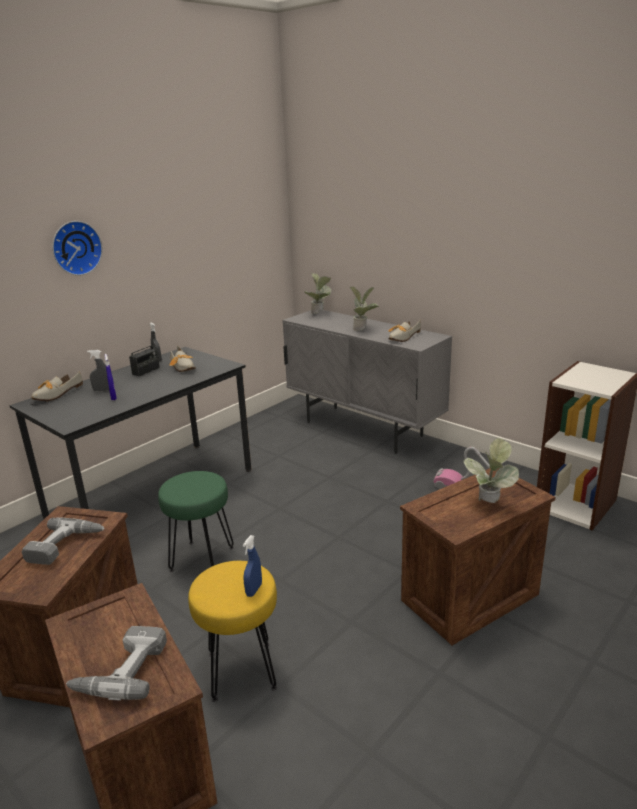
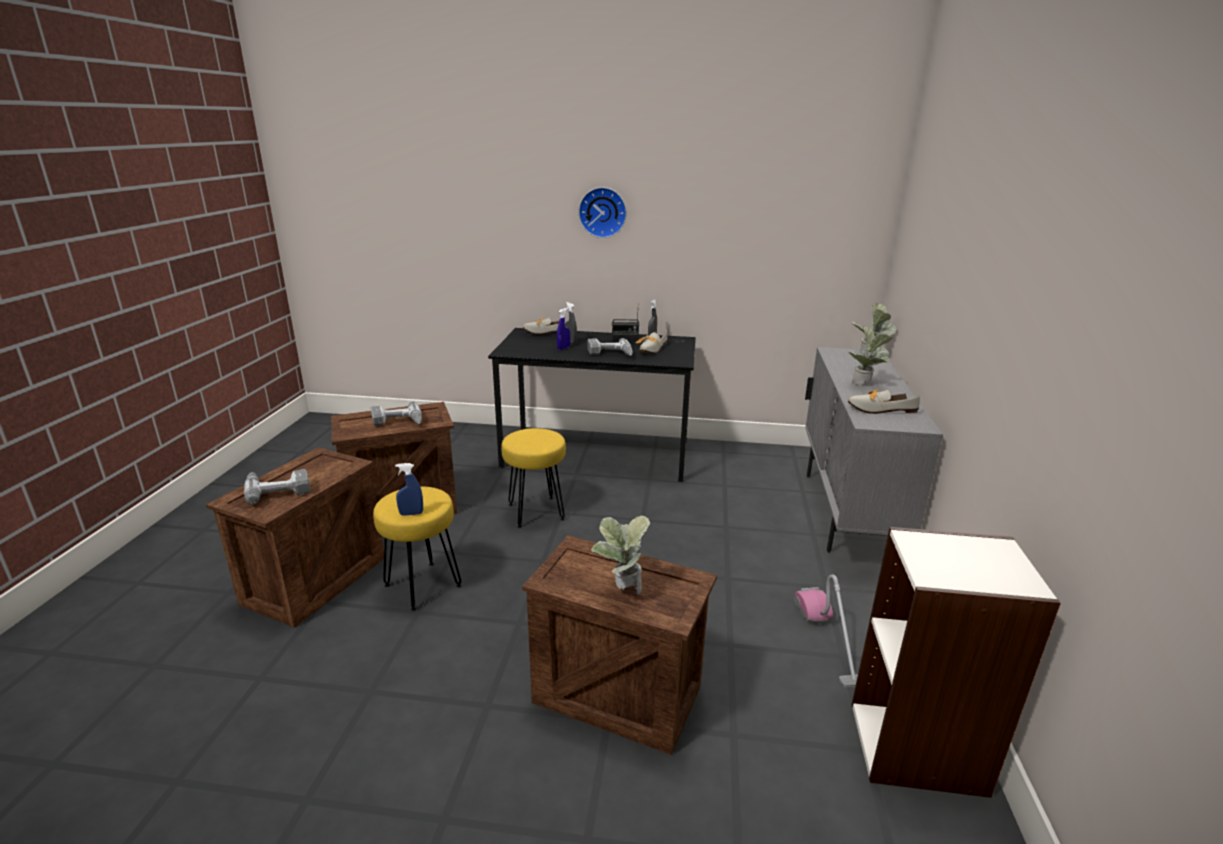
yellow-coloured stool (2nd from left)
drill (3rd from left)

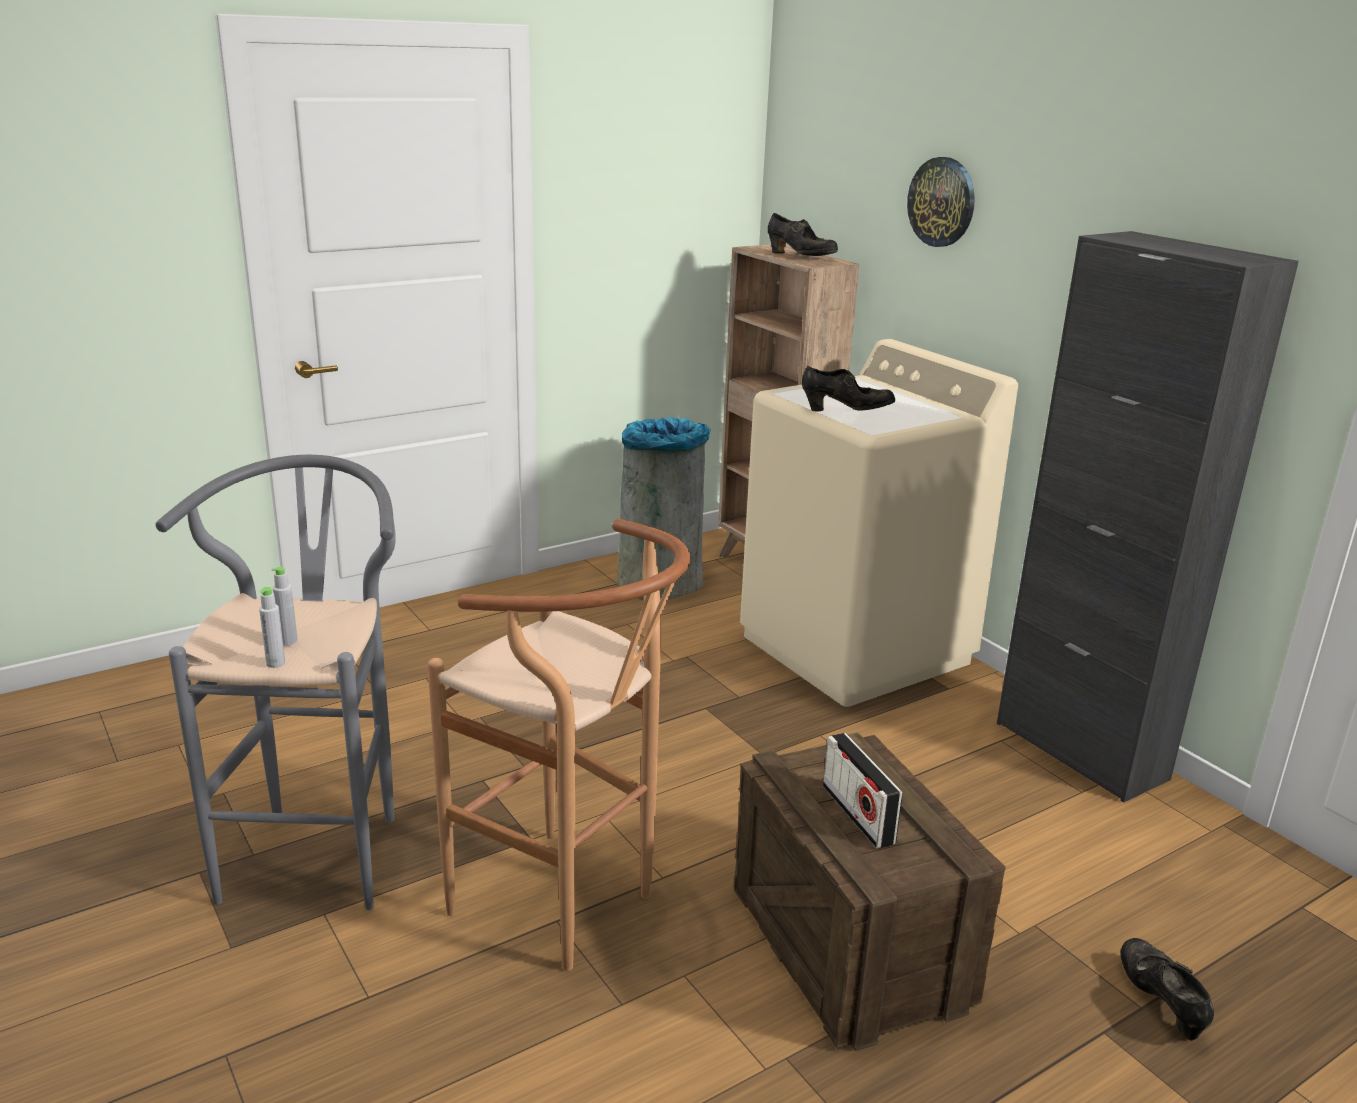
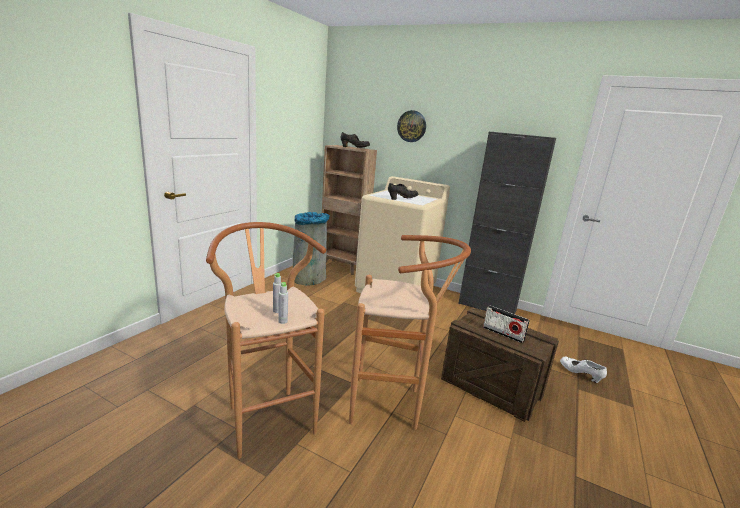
brownish stool (1st from left)
white low shoe

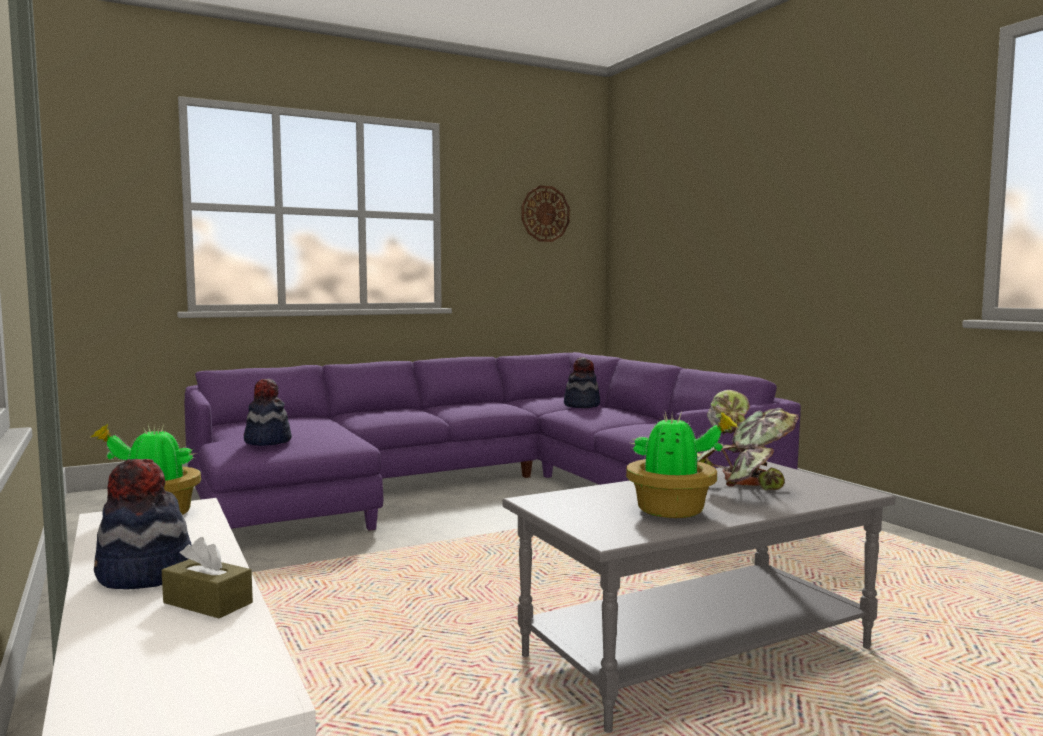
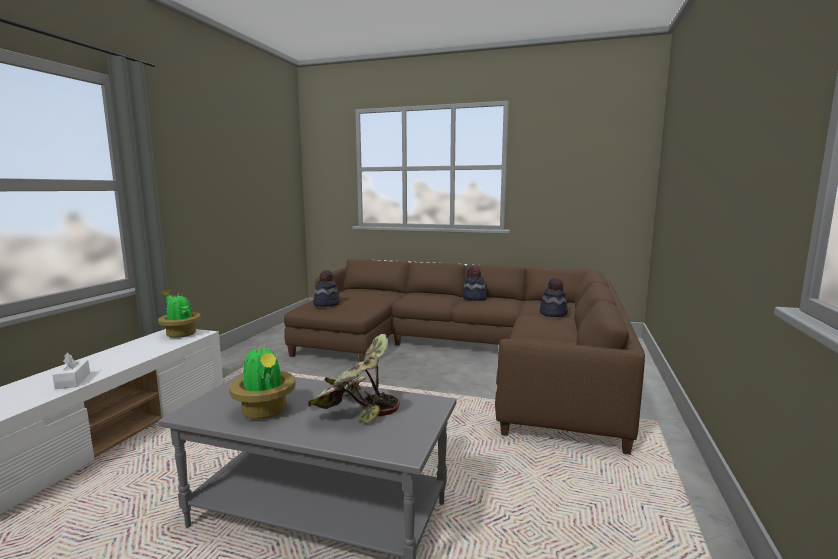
hanging clock
brownish settee
wearable hat (2nd from left)
white tissue holder

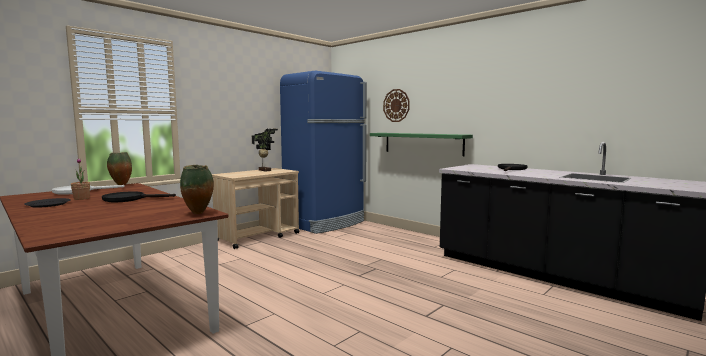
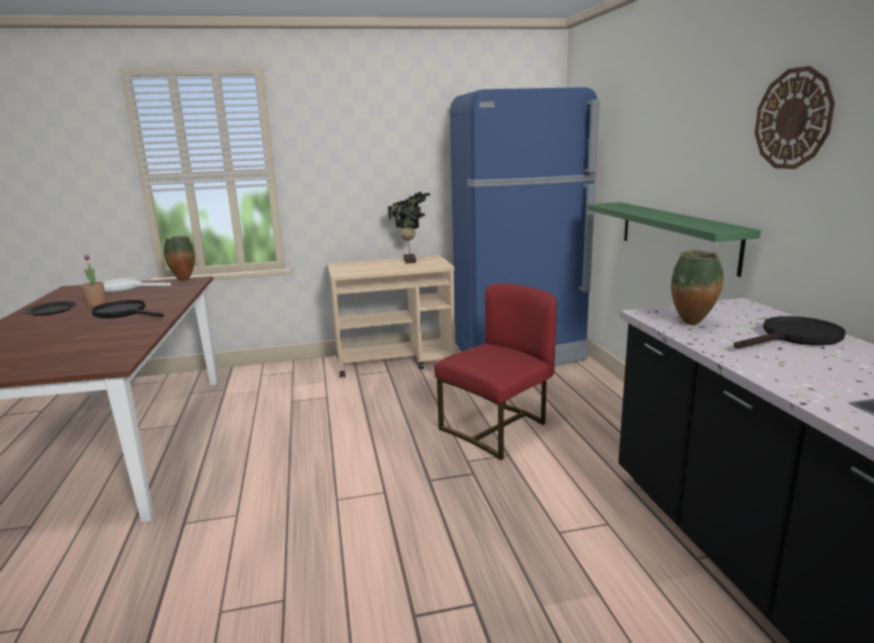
hanging clock
vase (2nd from left)
red-coloured upright chair

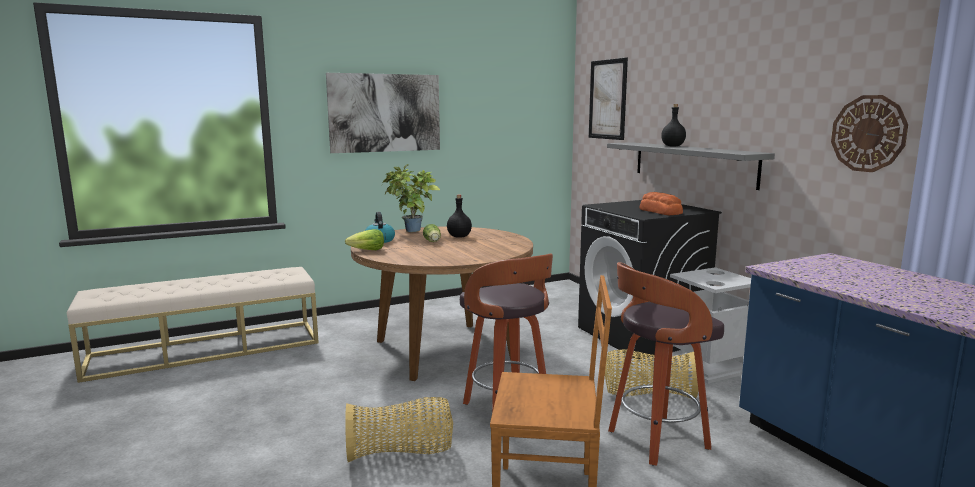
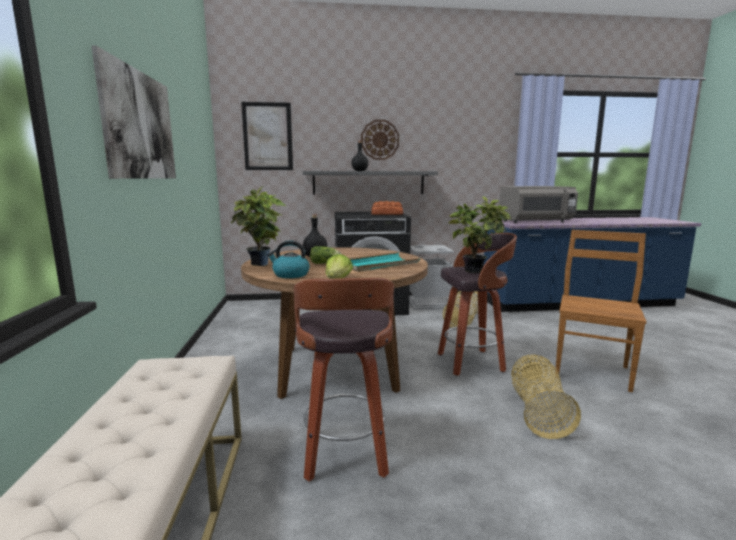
hanging clock
stool (1st from left)
greyish microwave
plant in a pot (2nd from left)
turquoise serving tray

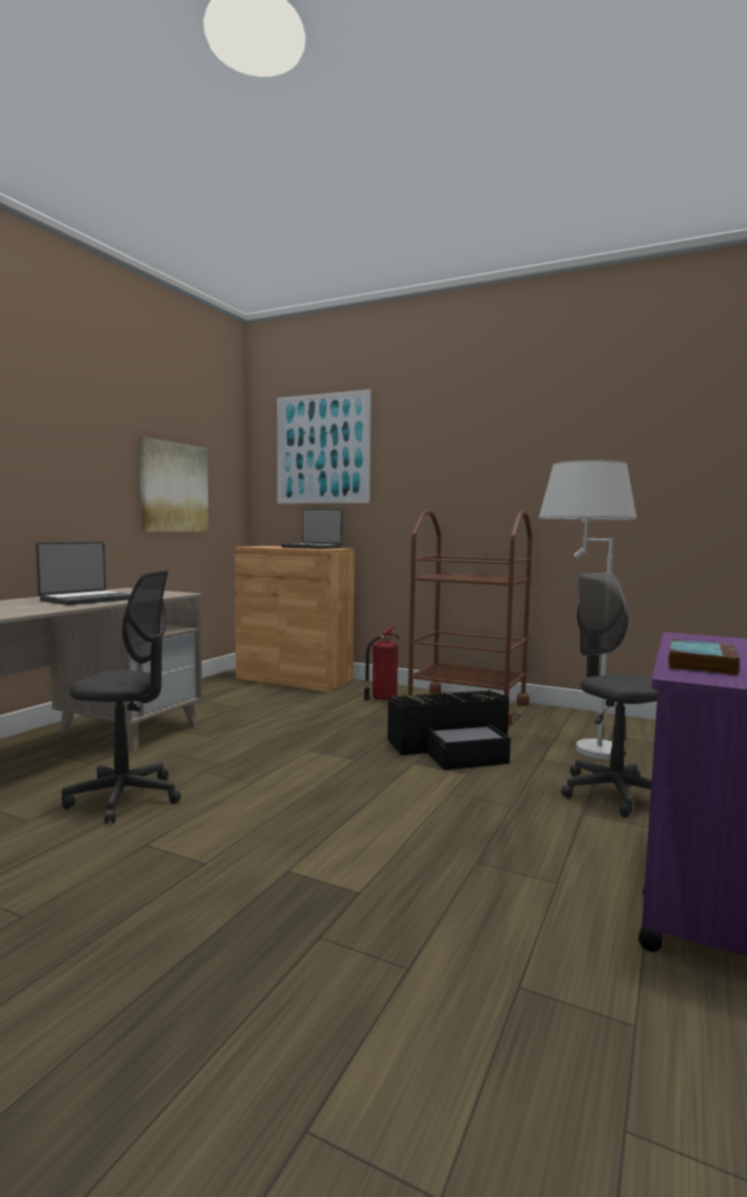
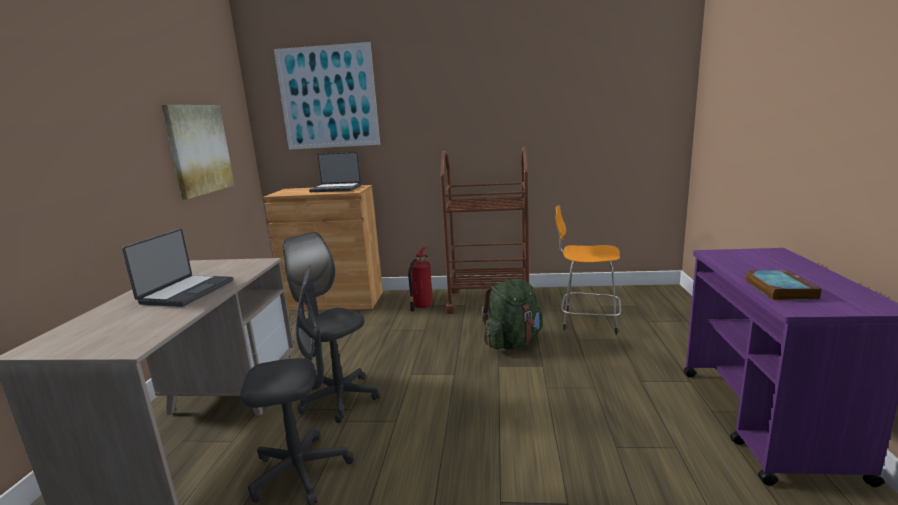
orange stool
greyish desk chair (2nd from left)
green-coloured backpack

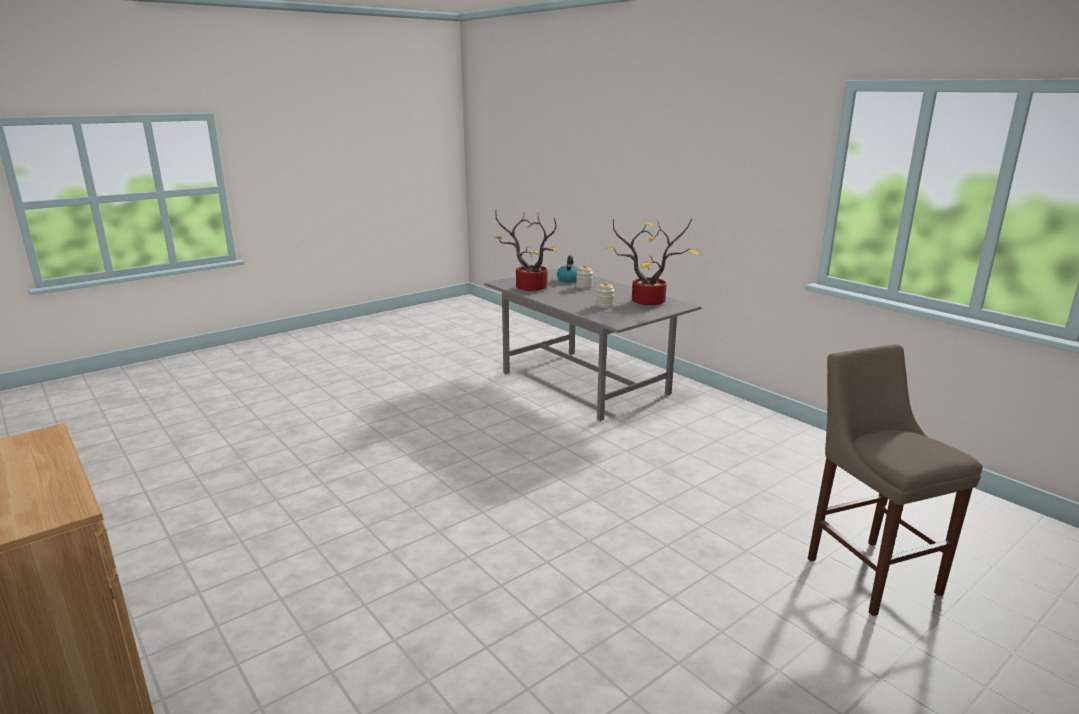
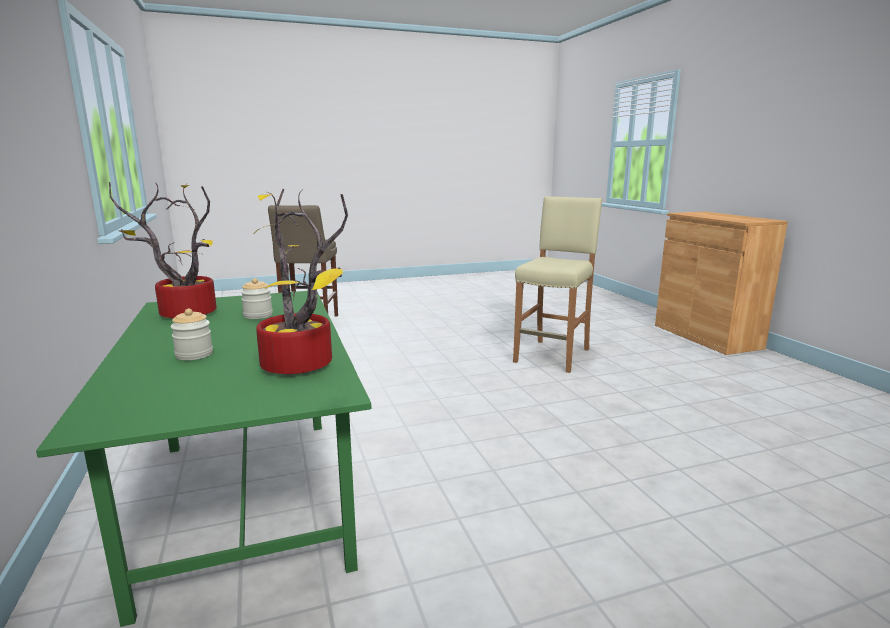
kettle
green-coloured dinner table
sand-coloured stool (2nd from left)

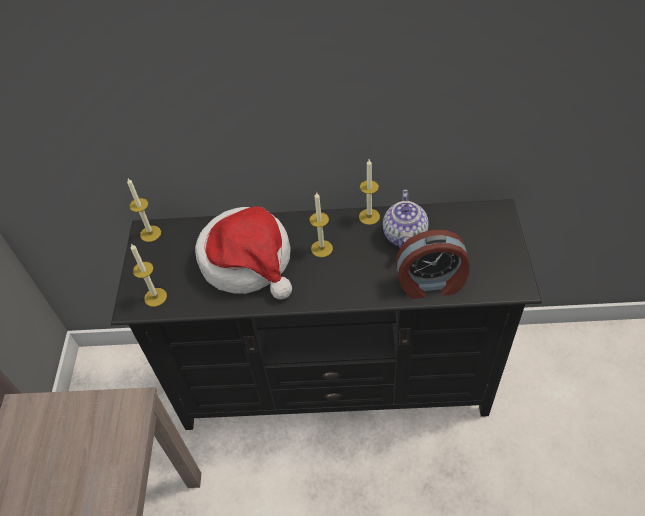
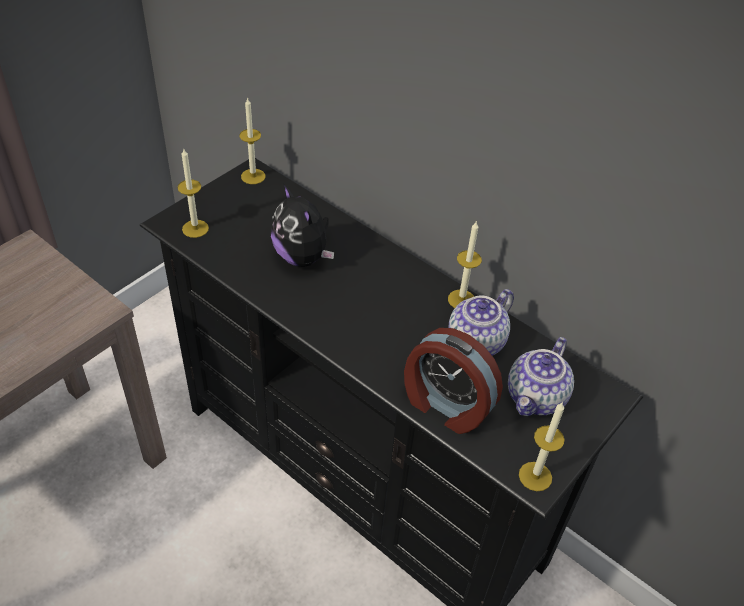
wax light (4th from left)
cuddly toy
pot for tea (2nd from left)

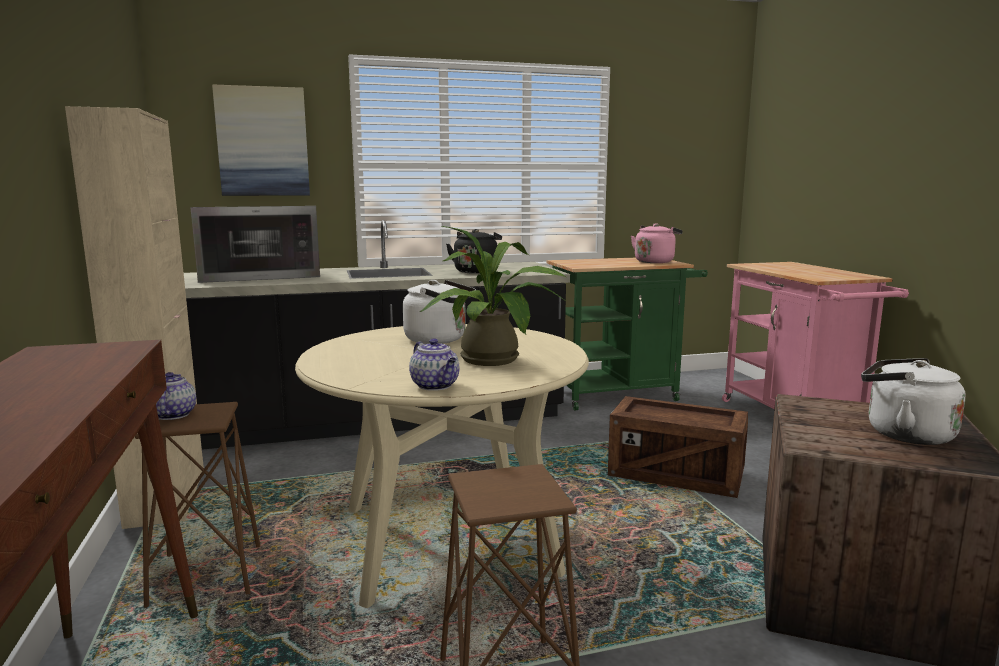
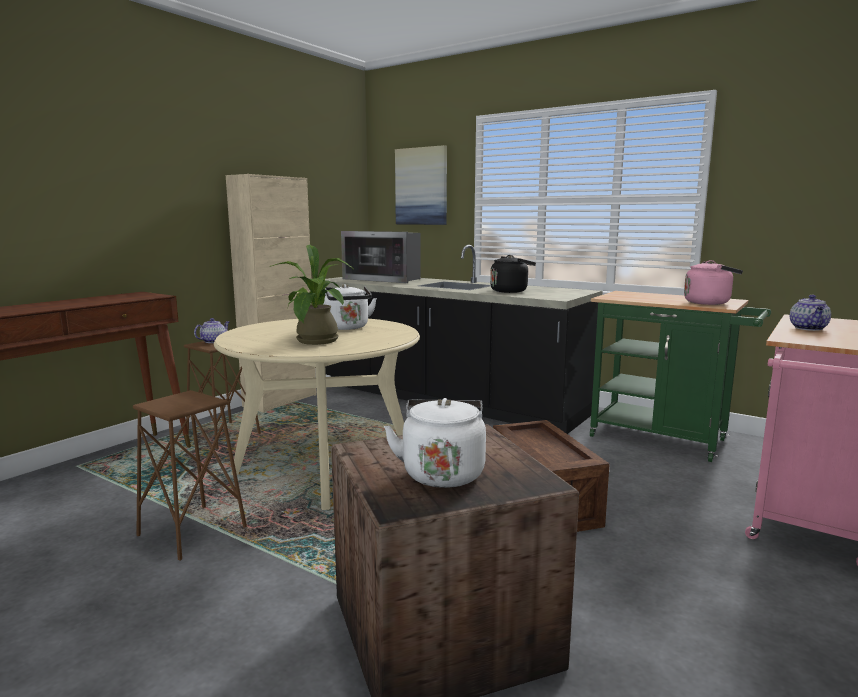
pot for tea (2nd from left)

